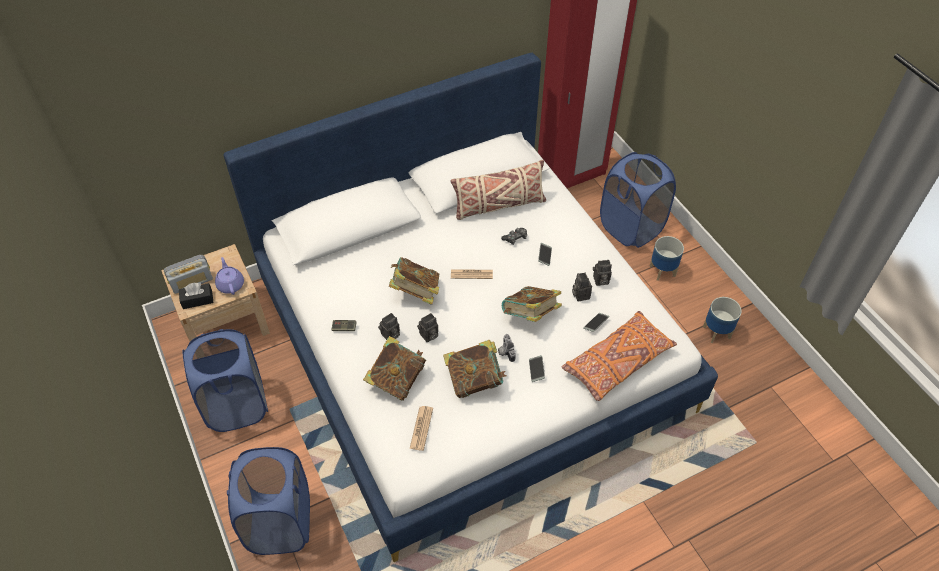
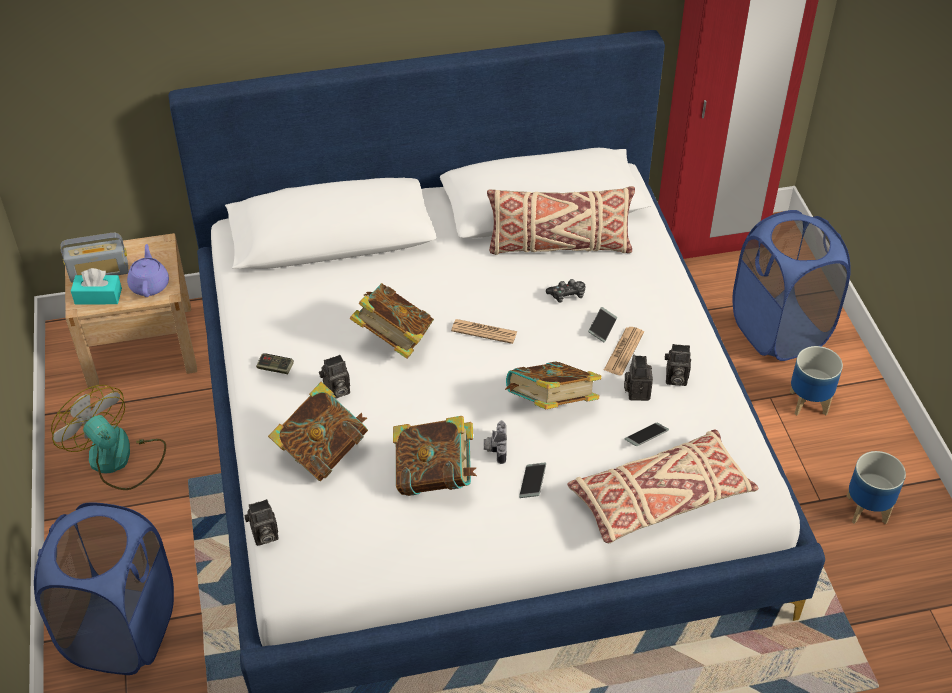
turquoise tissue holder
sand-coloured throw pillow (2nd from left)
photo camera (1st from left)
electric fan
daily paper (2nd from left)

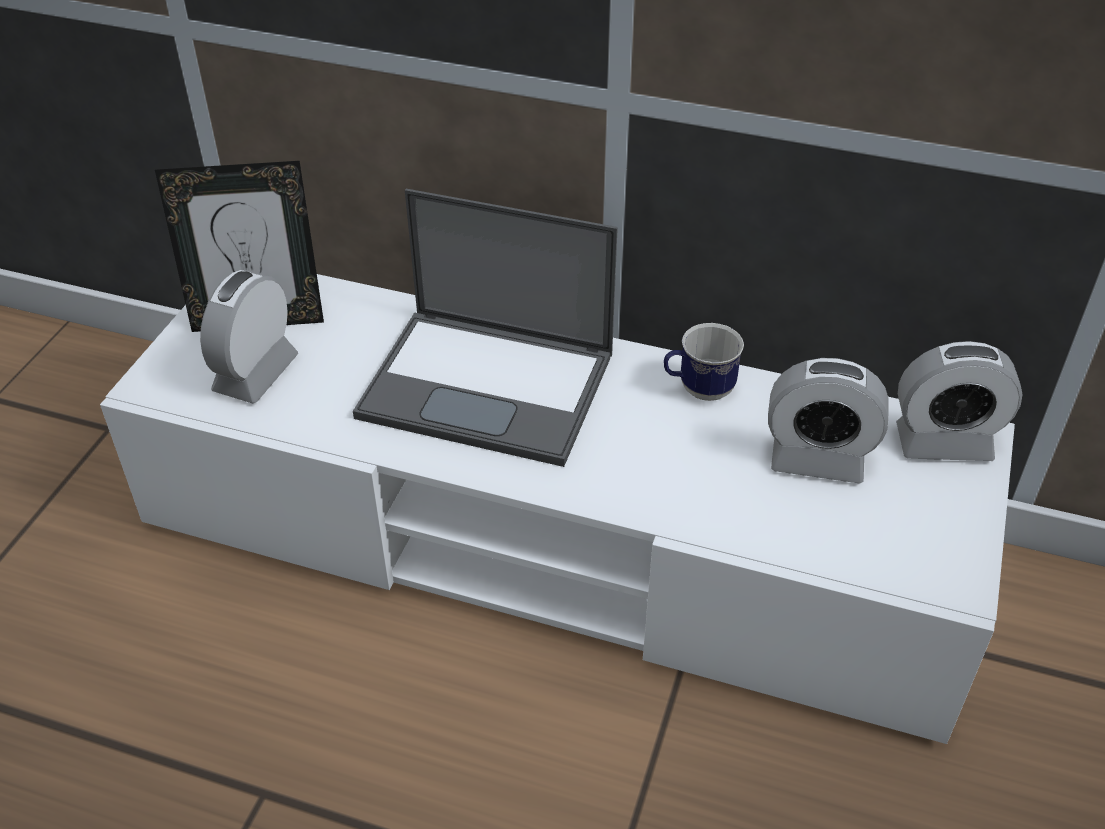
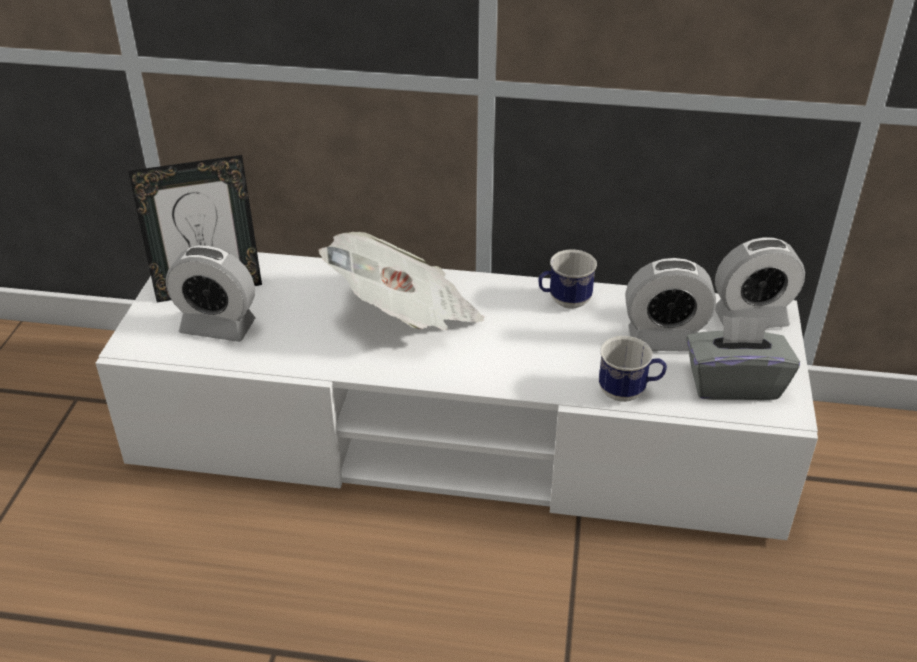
daily paper
bedside clock (1st from left)
greyish tissue holder
mug (2nd from left)

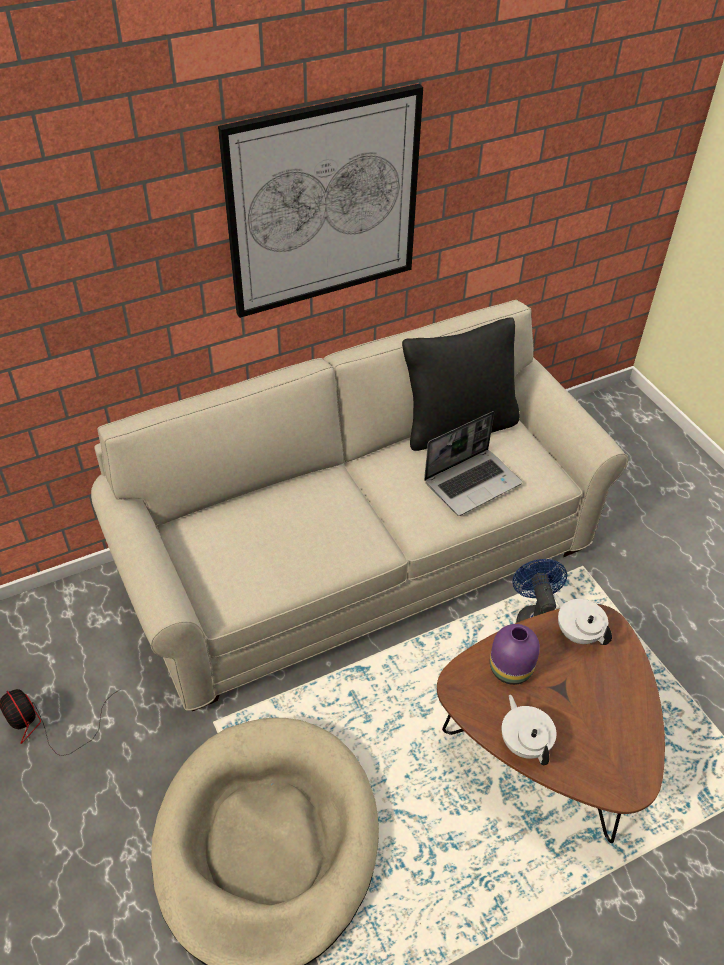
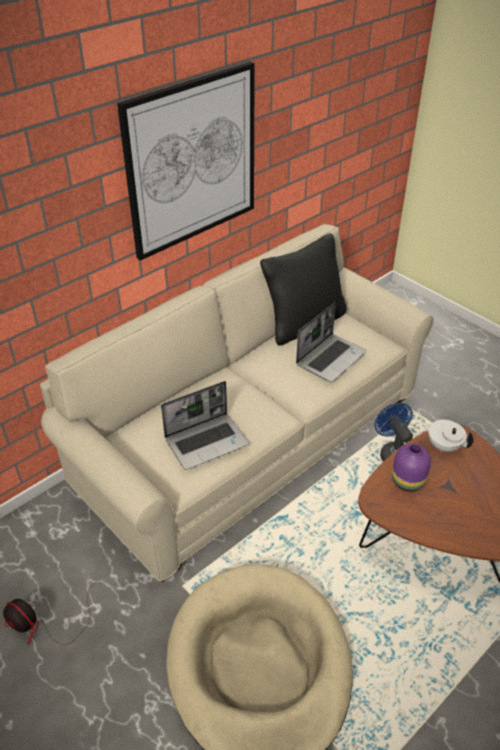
white pot for tea (1st from left in the first image)
laptop (1st from left)

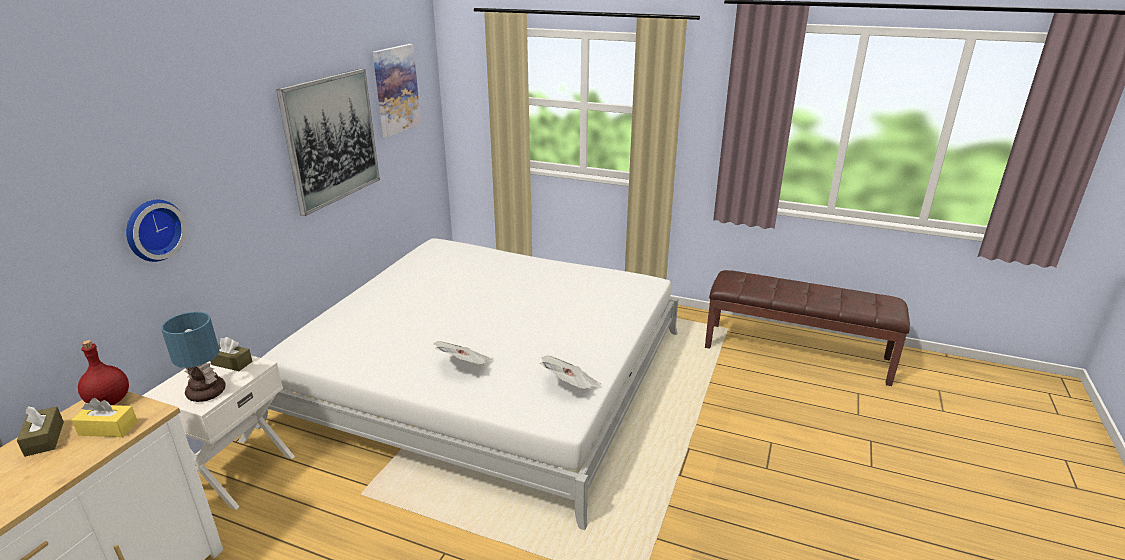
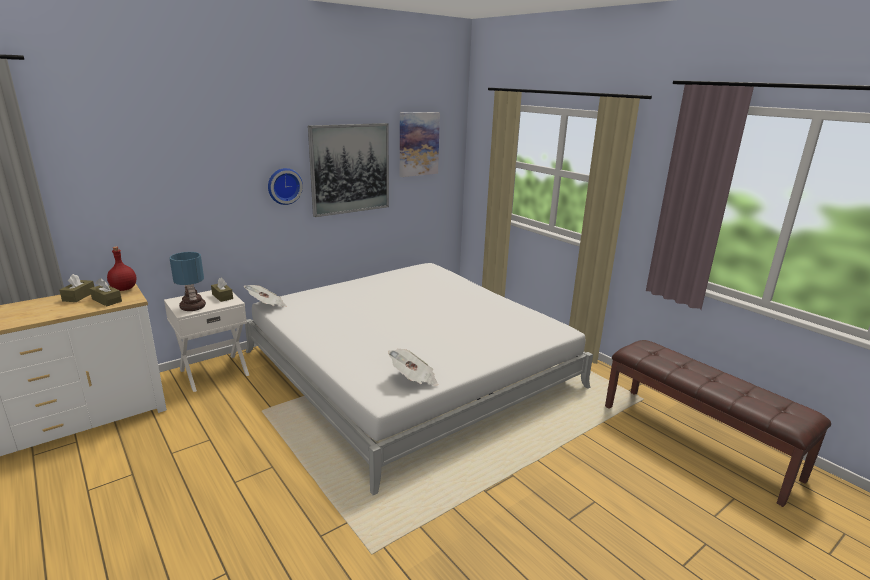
hanging clock
daily paper (1st from left)
brownish tissue holder (2nd from left)

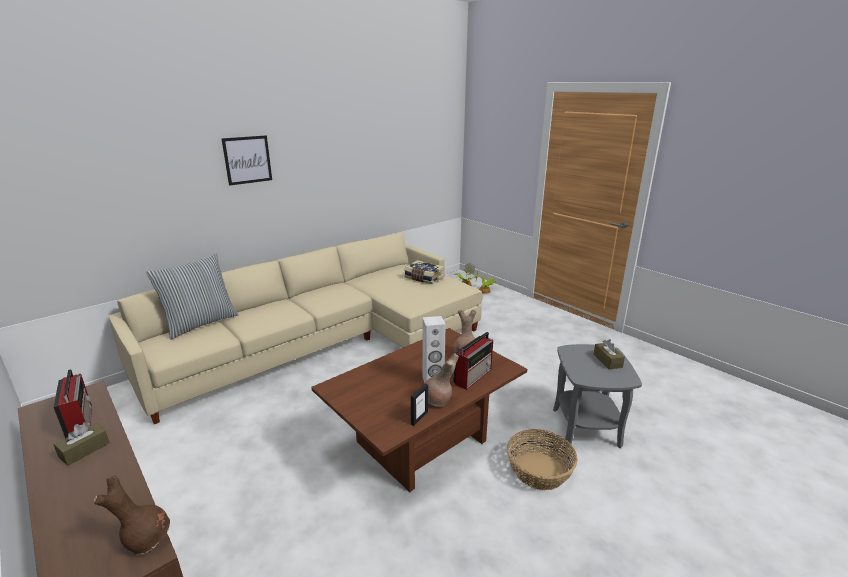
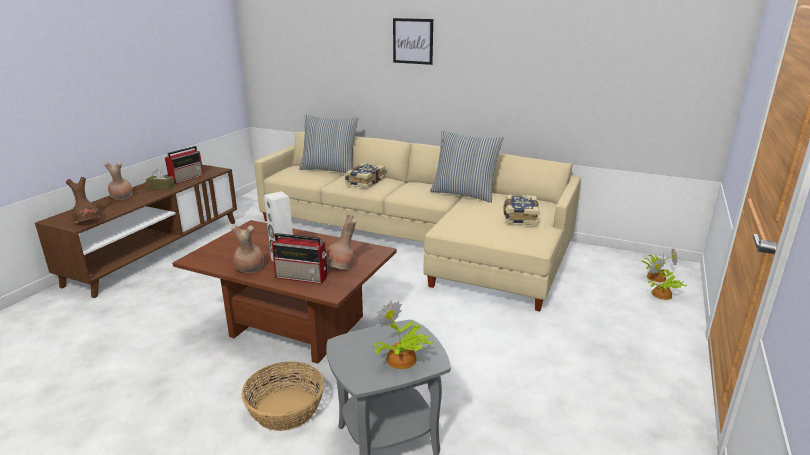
plant in a pot (1st from left)
standing frame
throw pillow (2nd from left)
brownish vase (2nd from left)
bound book (1st from left)

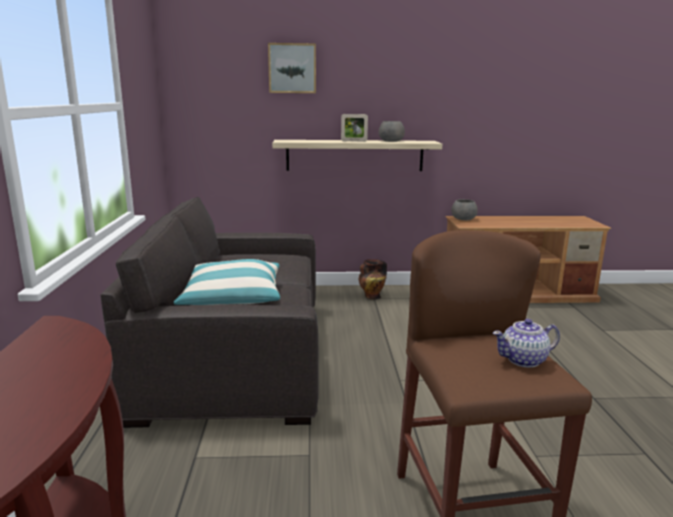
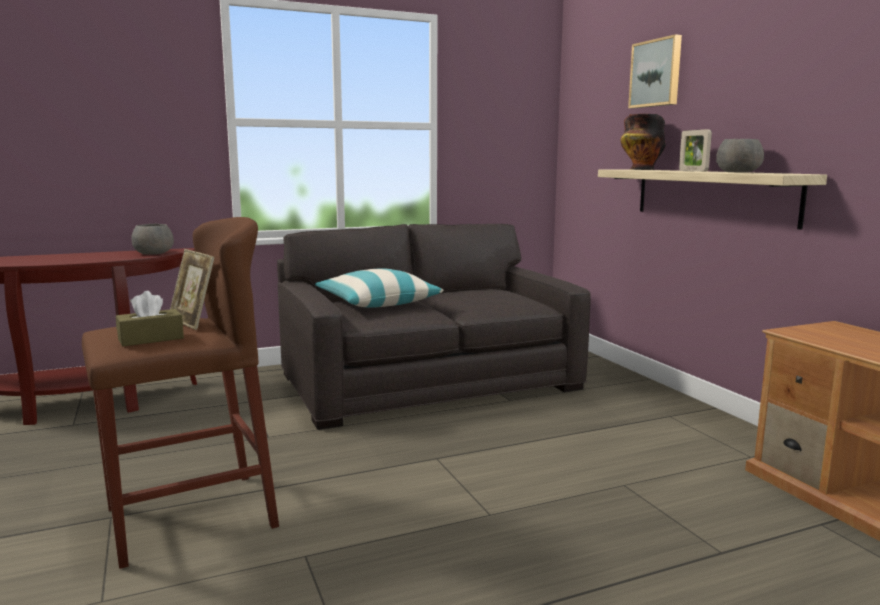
greyish serving bowl (1st from left)
vase
brownish tissue holder
standing frame (1st from left)

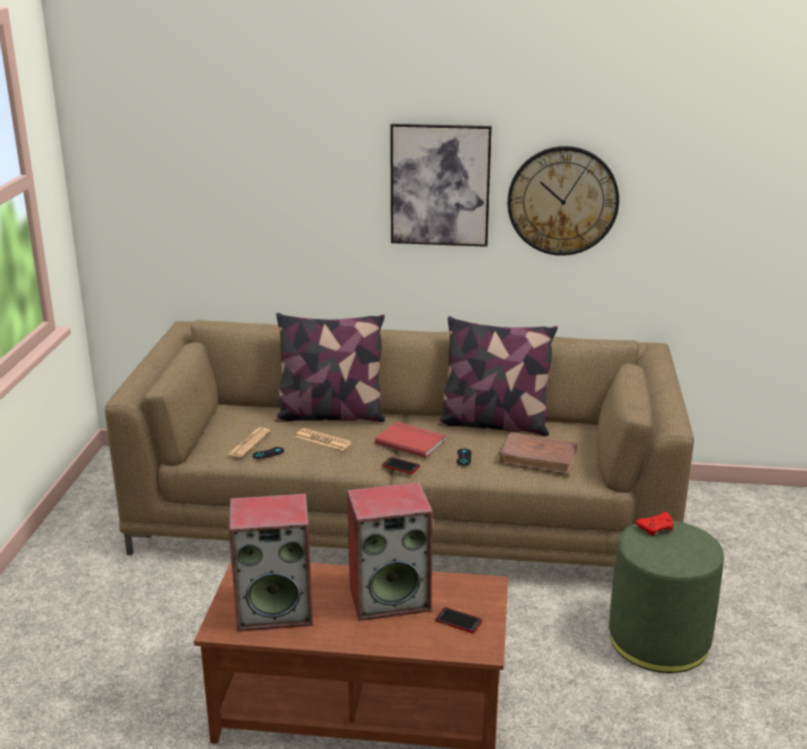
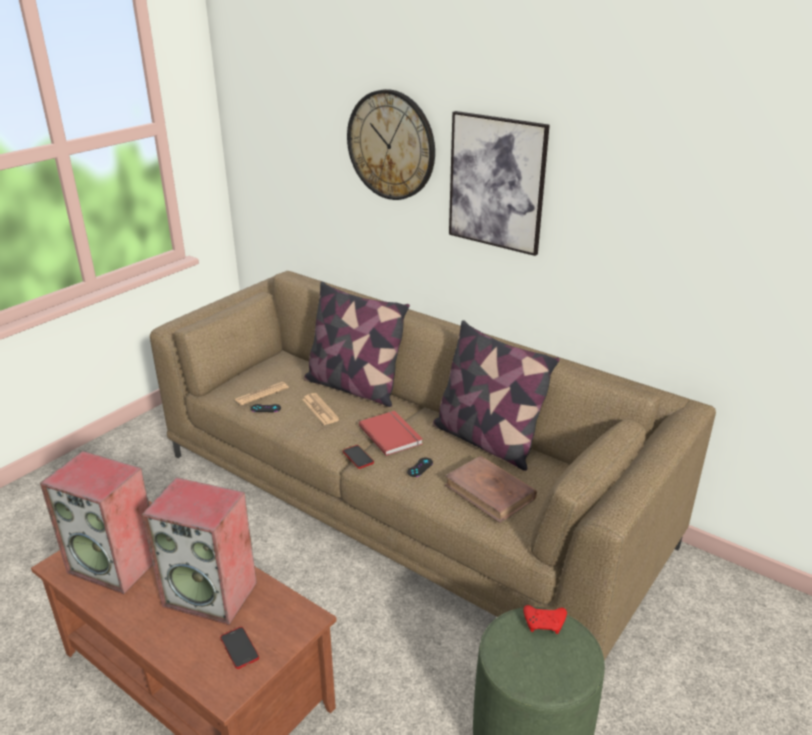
hanging clock

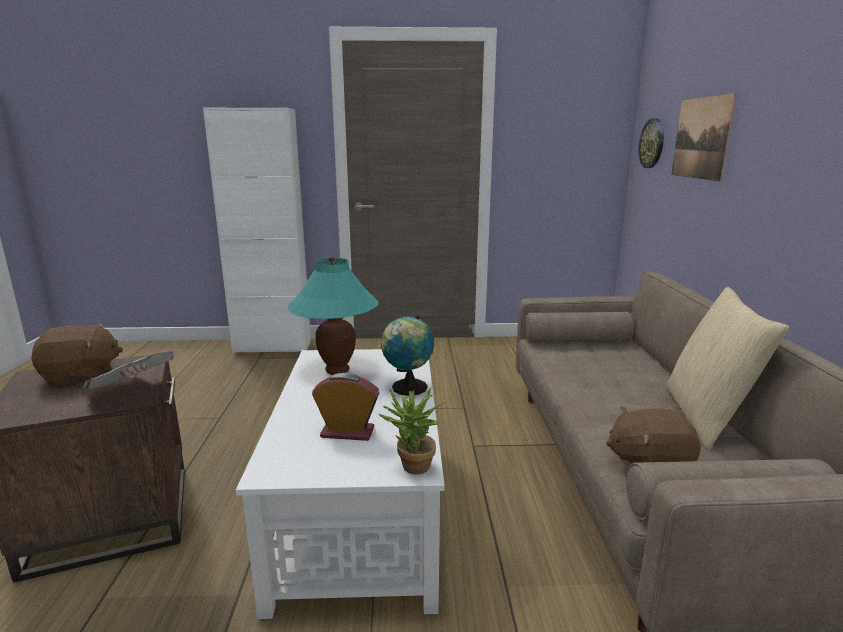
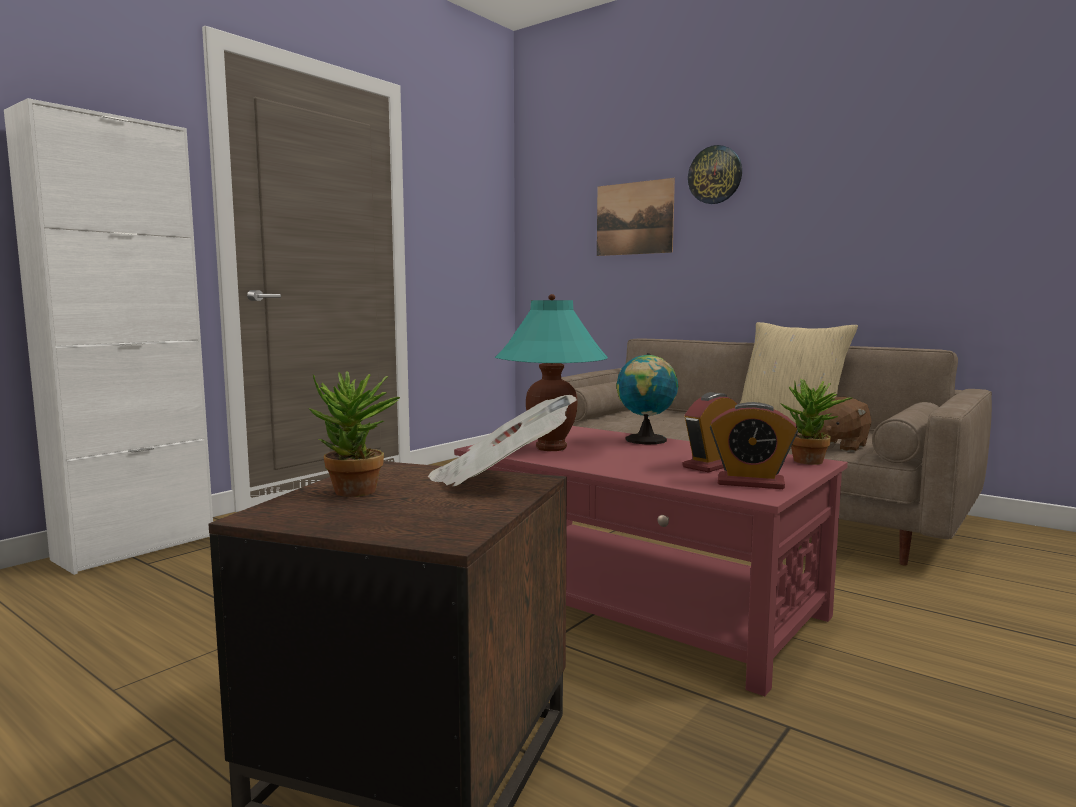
hanging clock
plant in a pot (1st from left)
red-coloured low table
bedside clock (2nd from left)

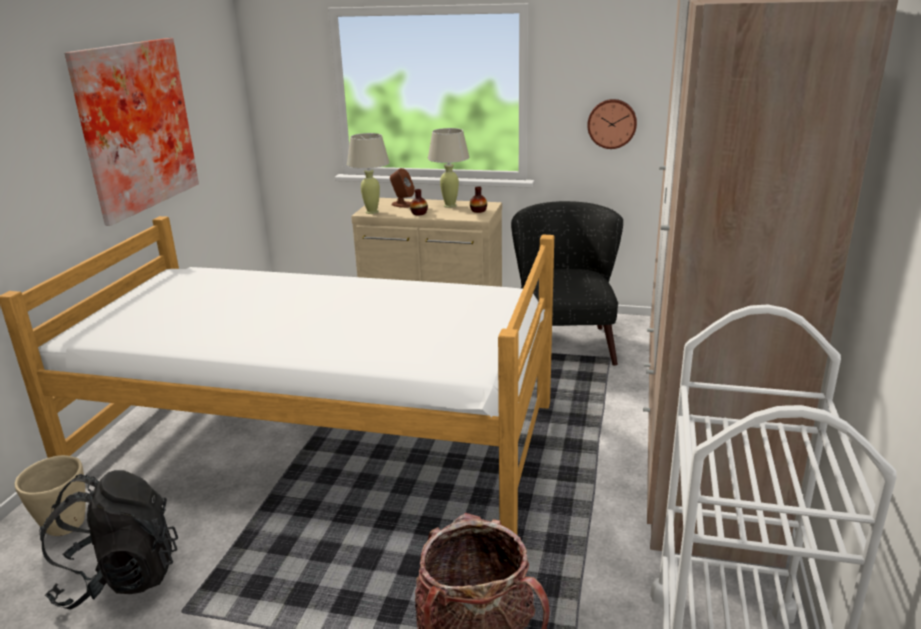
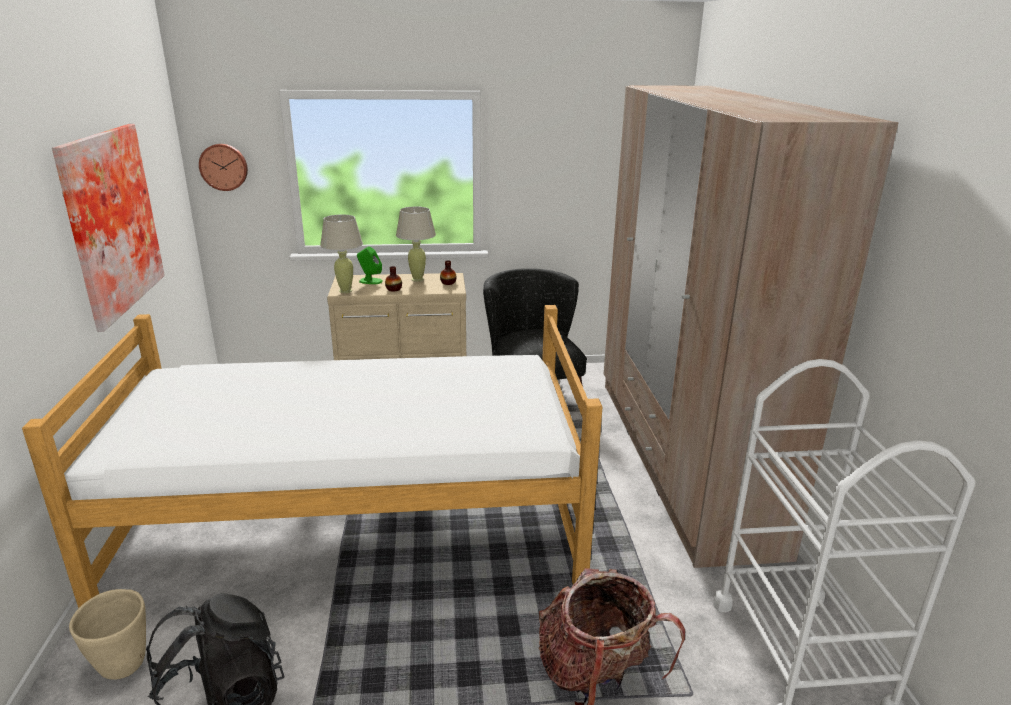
hanging clock
green-coloured loudspeaker

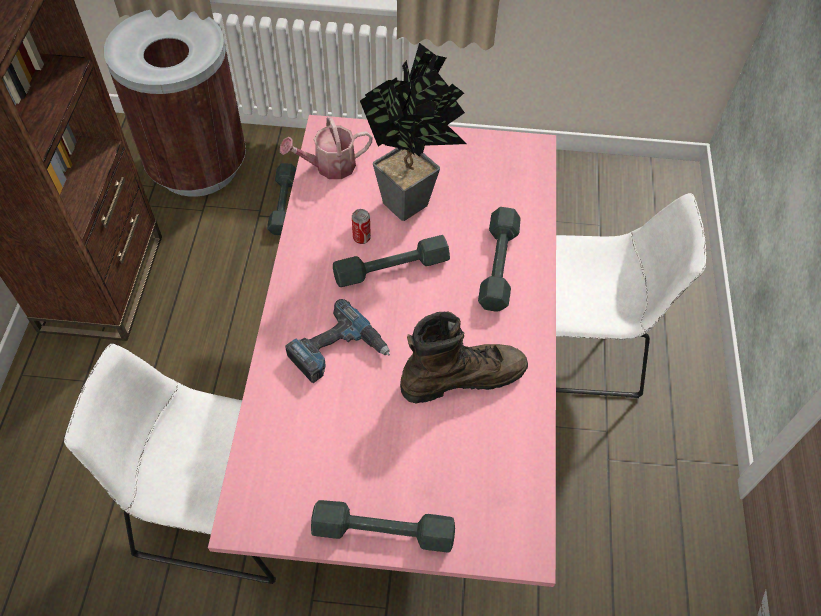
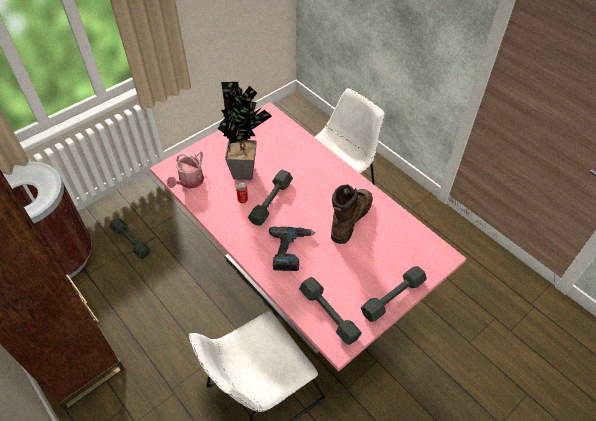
greyish hand weight (3rd from left)

